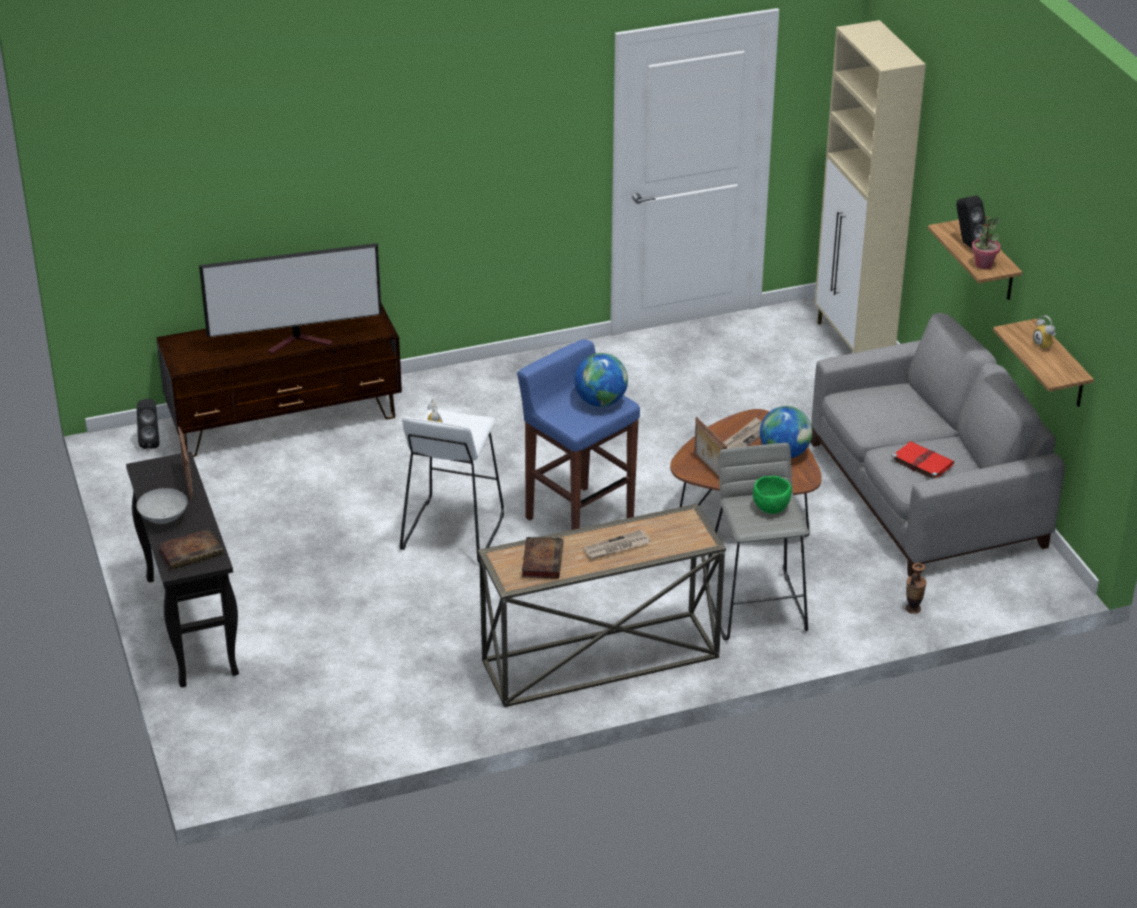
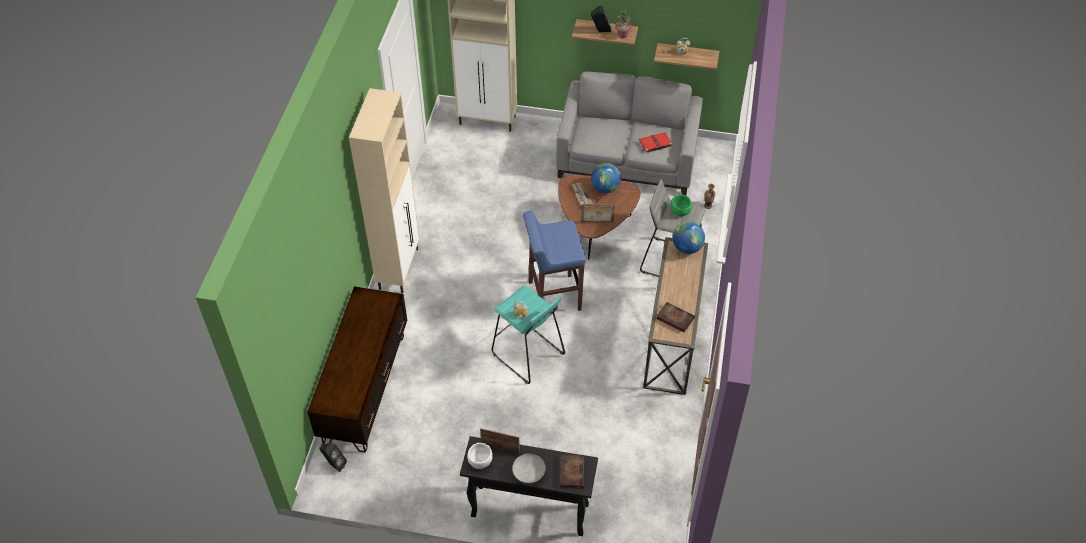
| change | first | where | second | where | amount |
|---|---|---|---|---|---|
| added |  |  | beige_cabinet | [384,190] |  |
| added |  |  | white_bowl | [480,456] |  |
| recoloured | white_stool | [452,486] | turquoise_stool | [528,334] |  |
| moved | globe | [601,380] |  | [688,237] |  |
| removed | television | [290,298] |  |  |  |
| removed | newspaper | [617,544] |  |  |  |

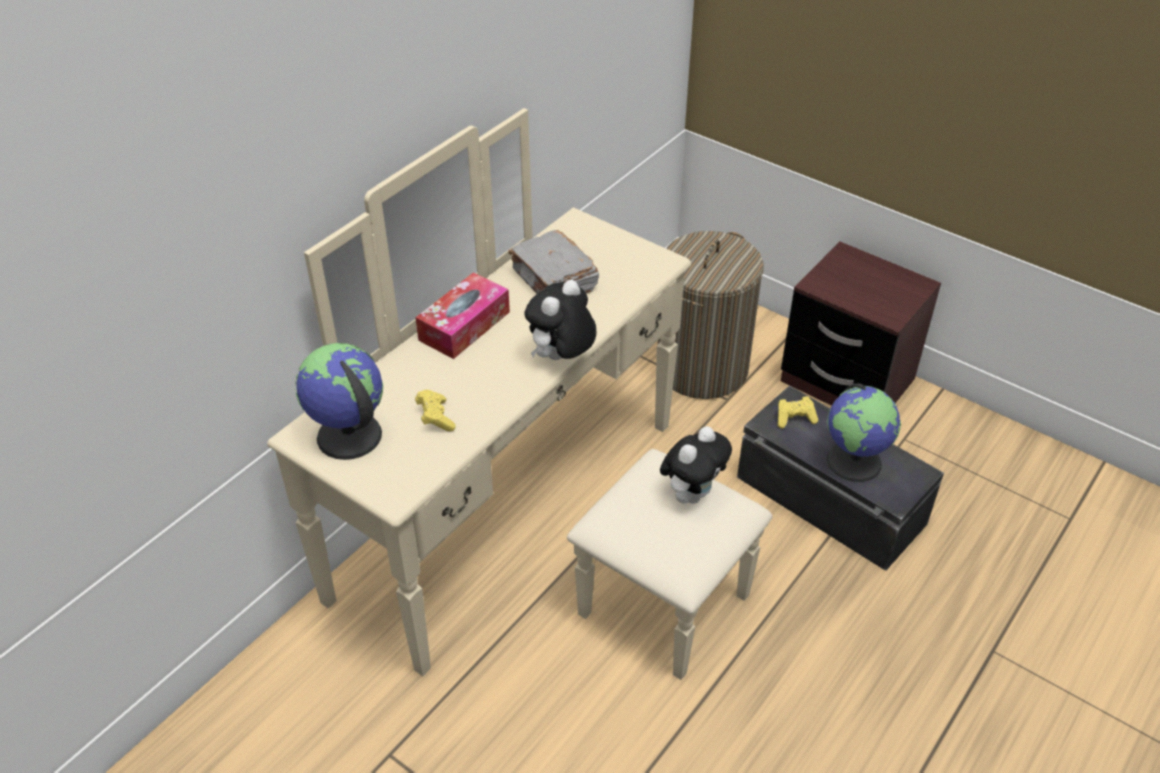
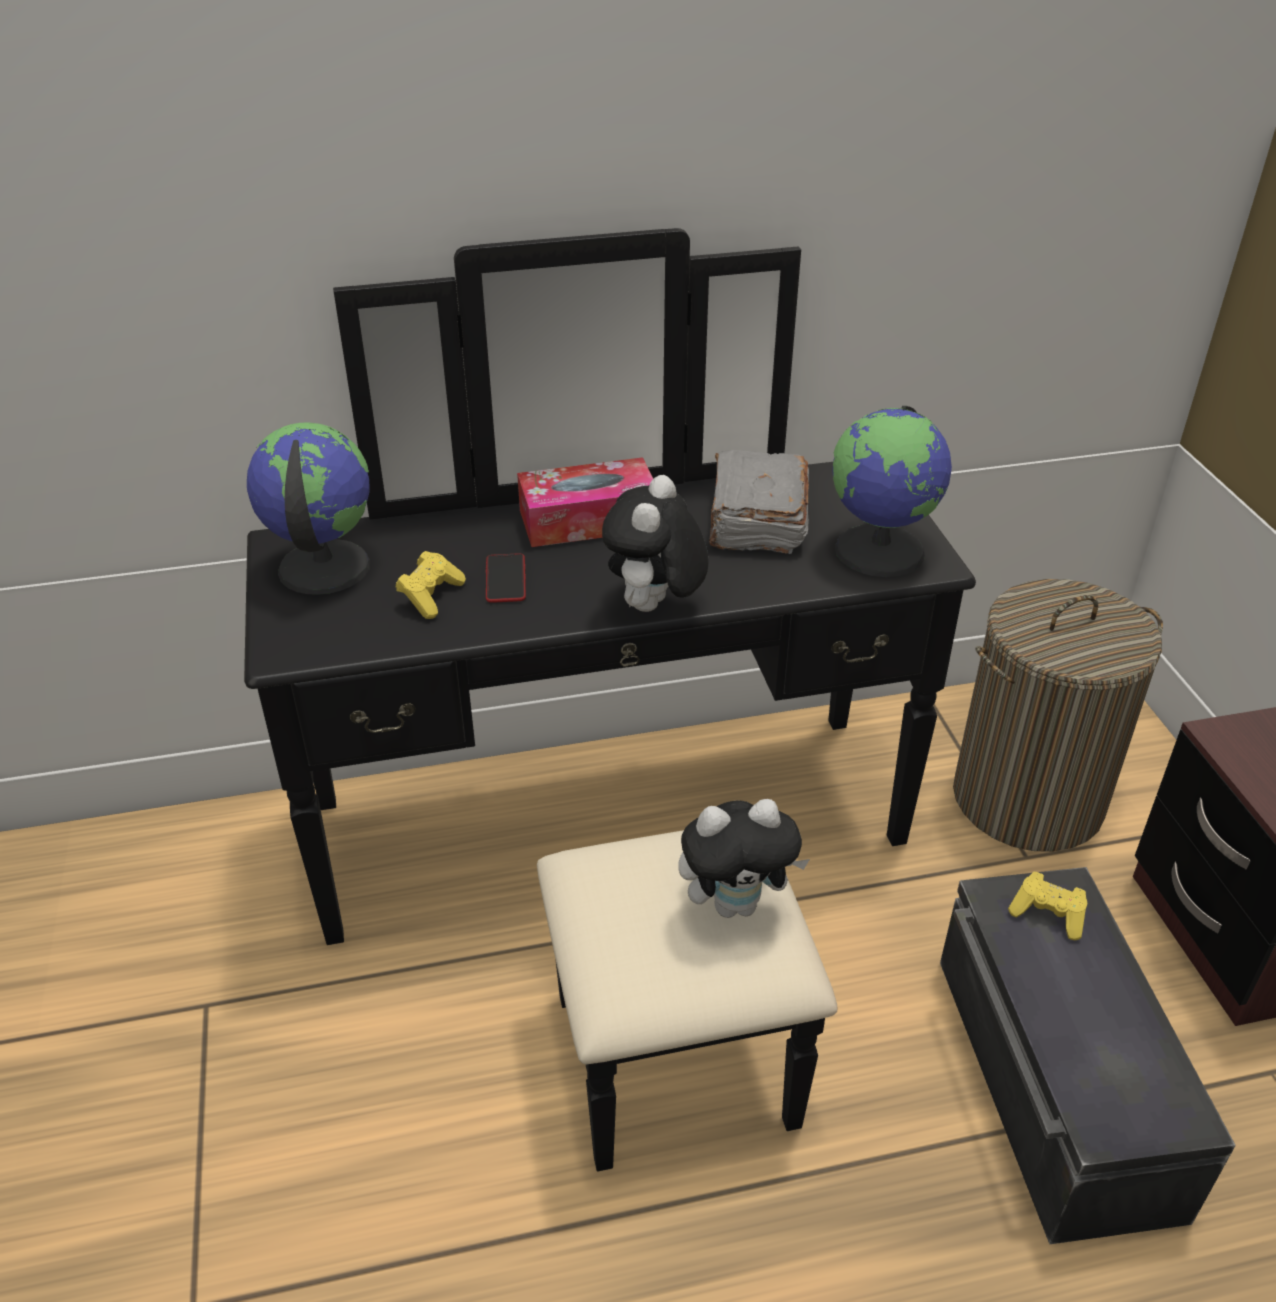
| change | first | where | second | where | amount |
|---|---|---|---|---|---|
| recoloured | beige_dresser | [519,394] | black_dresser | [610,700] |  |
| added |  |  | phone | [506,578] |  |
| turned | plush_toy | [560,320] |  | [655,543] | 60 degrees counterclockwise |
| moved | globe | [864,432] |  | [892,491] |  |

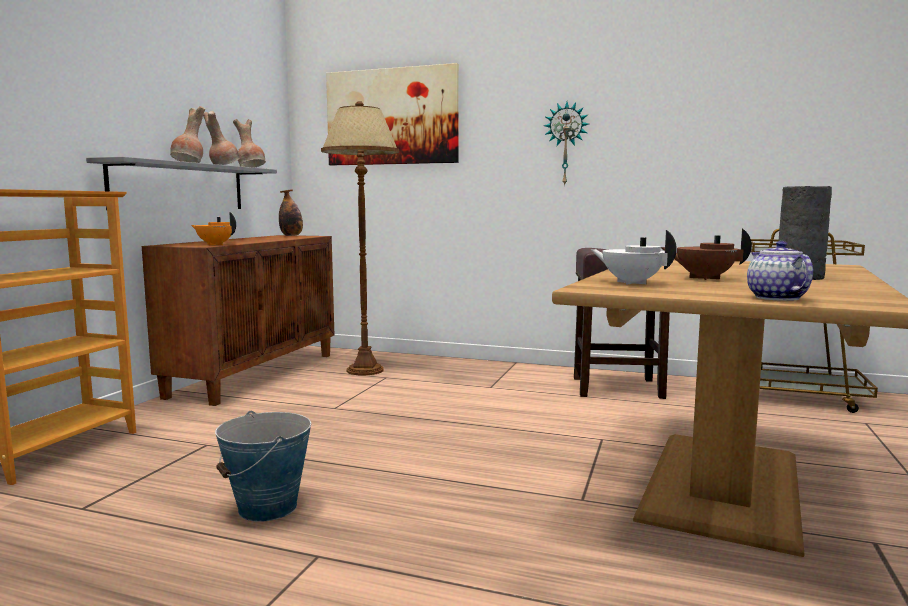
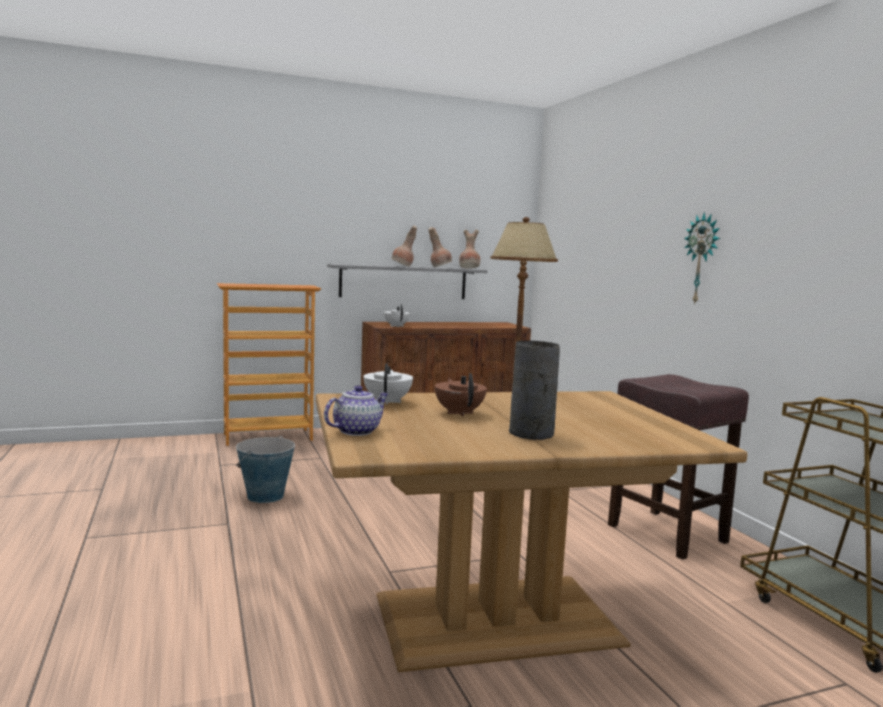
| change | first | where | second | where | amount |
|---|---|---|---|---|---|
| recoloured | orange_teapot | [213,228] | white_teapot | [397,315] |  |
| removed | bottle | [291,213] |  |  |  |
| removed | picture | [392,114] |  |  |  |

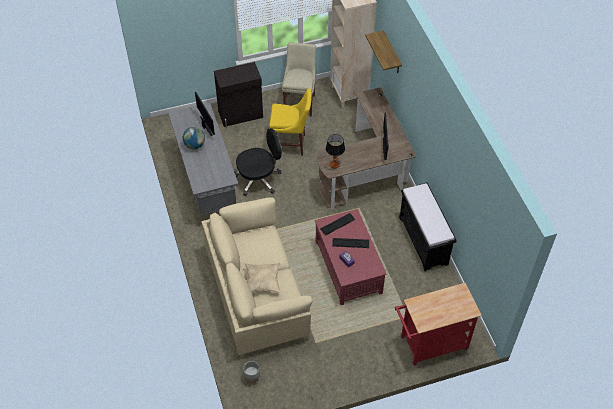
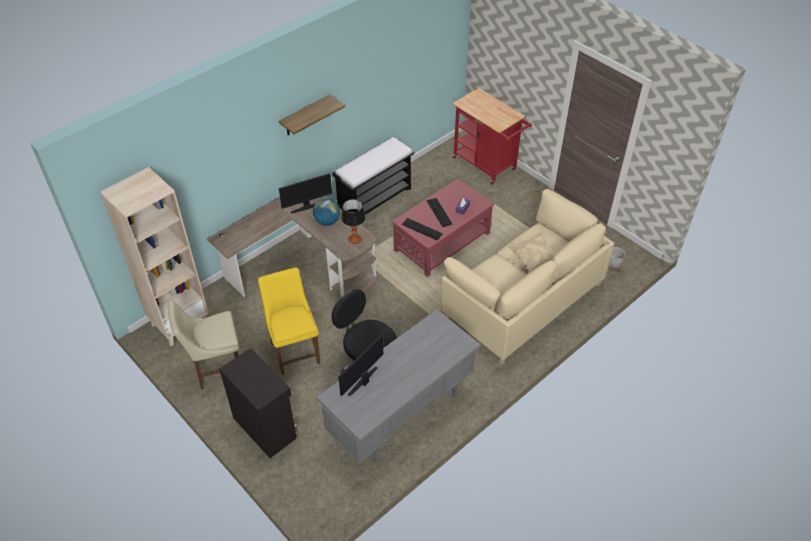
| change | first | where | second | where | amount |
|---|---|---|---|---|---|
| moved | shelf | [383,51] |  | [312,114] |  |
| moved | globe | [194,138] |  | [326,212] |  |

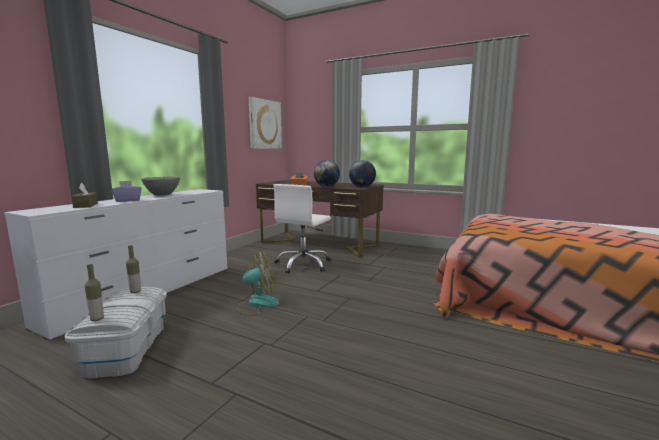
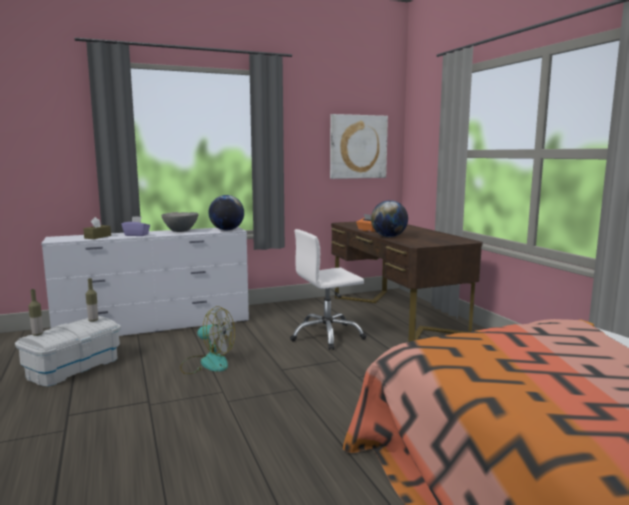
| change | first | where | second | where | amount |
|---|---|---|---|---|---|
| moved | globe | [362,173] |  | [226,212] |  |

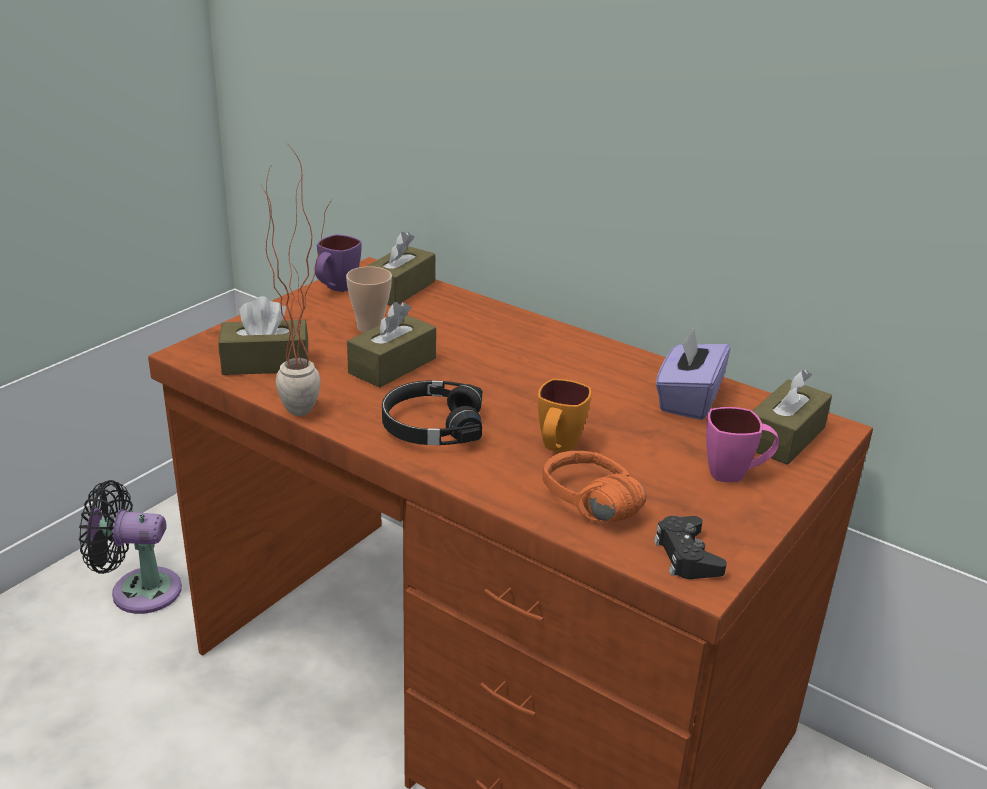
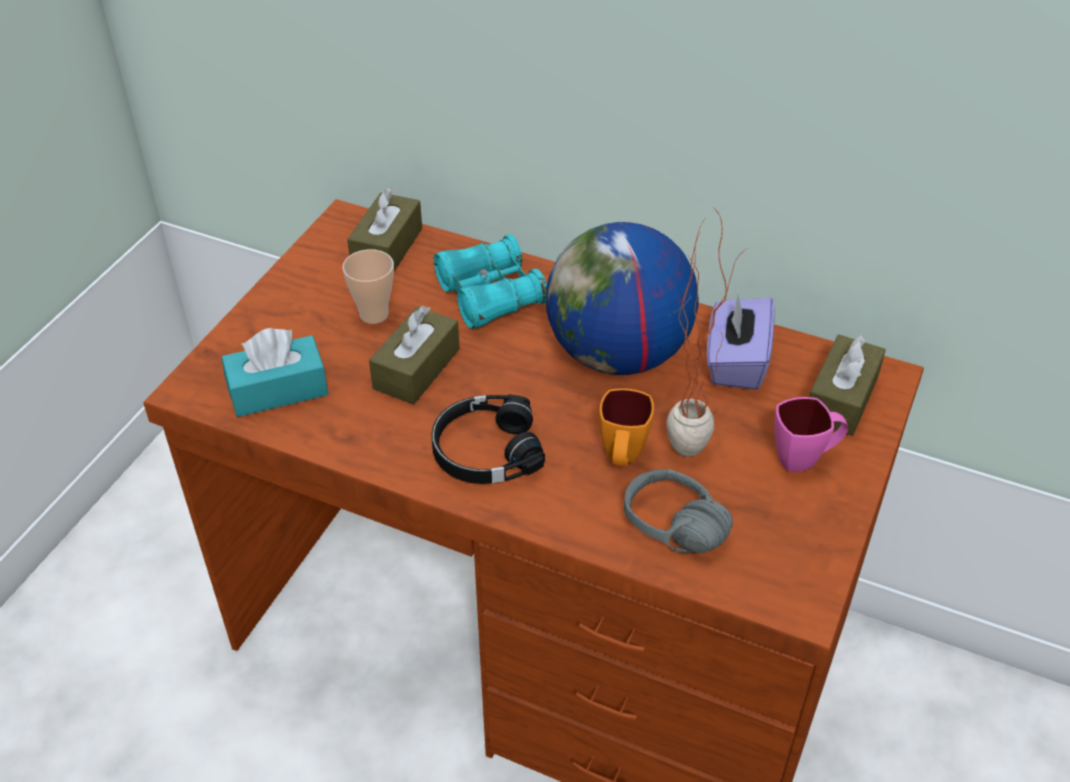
| change | first | where | second | where | amount |
|---|---|---|---|---|---|
| recoloured | brown_tissue_box | [263,335] | turquoise_tissue_box | [274,372] |  |
| added |  |  | turquoise_binoculars | [490,281] |  |
| added |  |  | globe | [622,298] |  |
| recoloured | orange_headphones | [594,486] | grey_headphones | [678,511] |  |
| moved | potted_plant | [296,281] |  | [706,331] |  |
| removed | black_fan | [130,547] |  |  |  |
| removed | purple_mug | [338,263] |  |  |  |
| removed | black_game_controller | [690,547] |  |  |  |

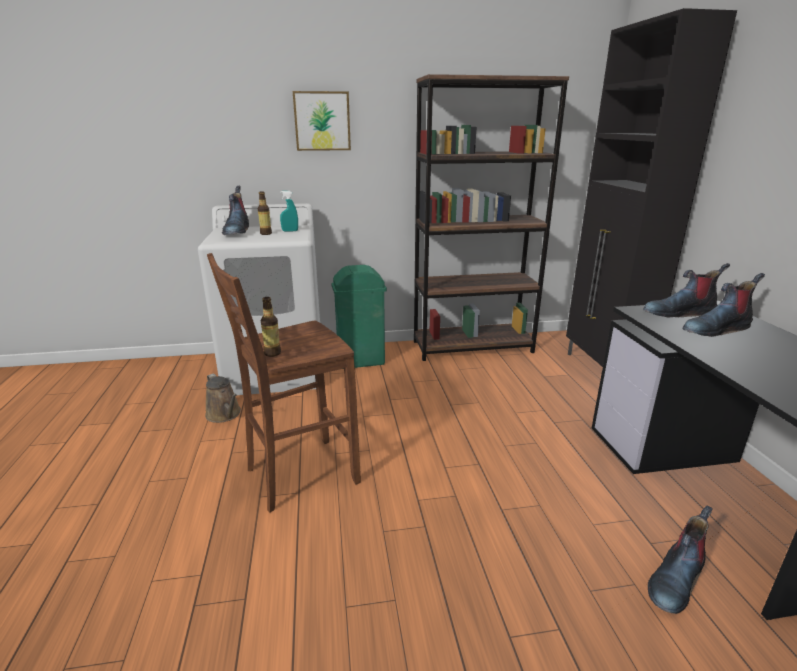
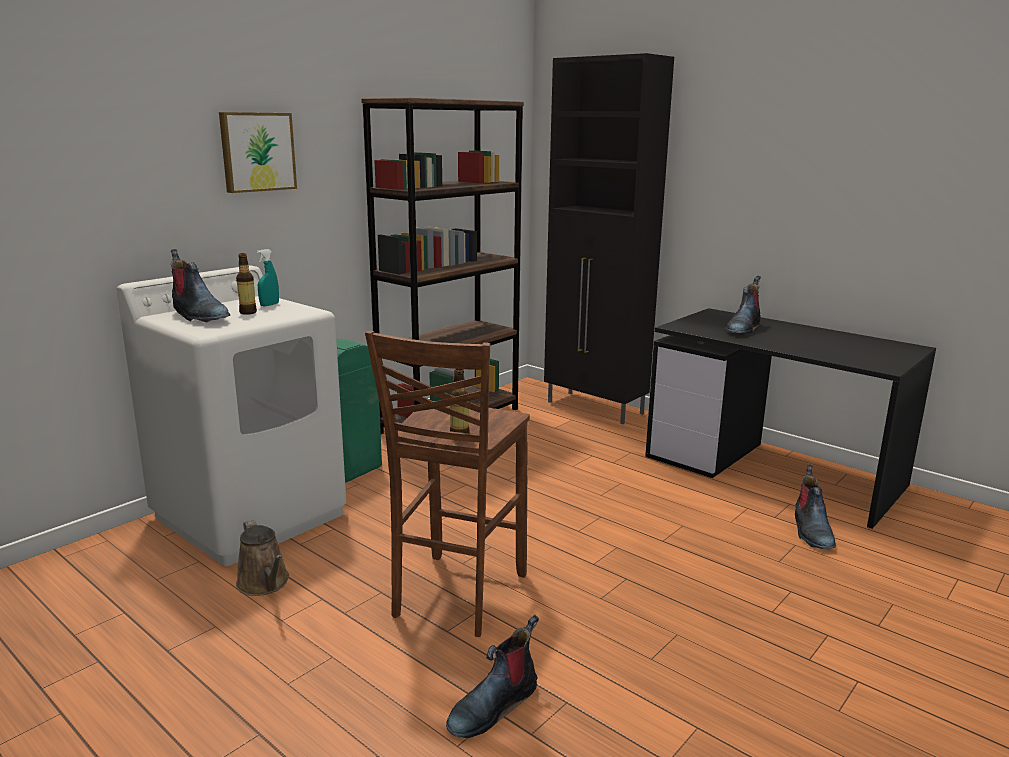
| change | first | where | second | where | amount |
|---|---|---|---|---|---|
| turned | brown_watering_can | [223,398] |  | [262,558] | 45 degrees clockwise |
| moved | boot | [686,290] |  | [492,676] |  |

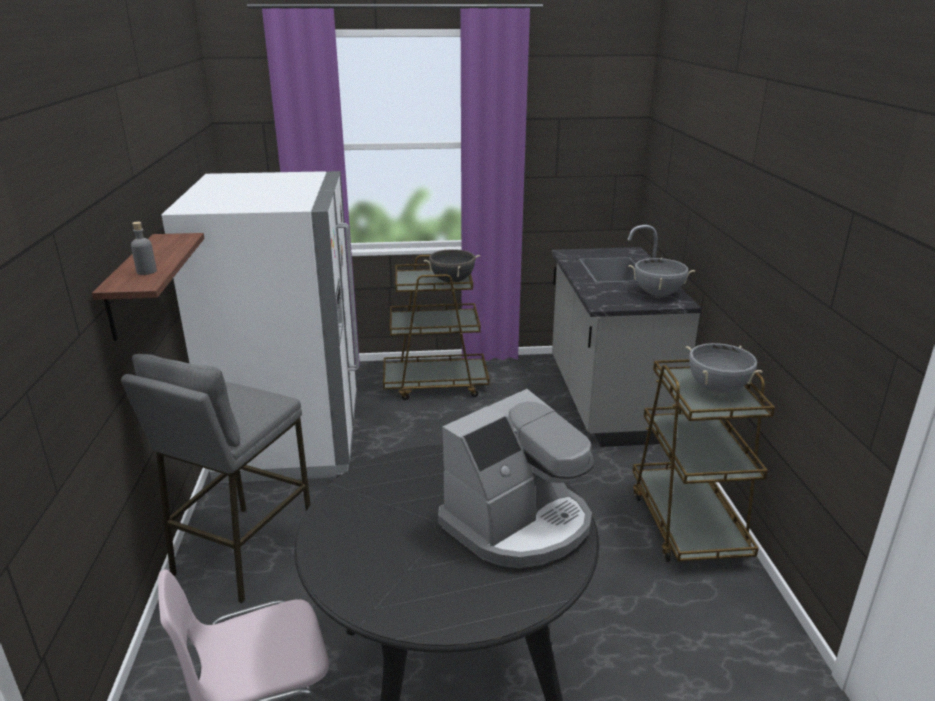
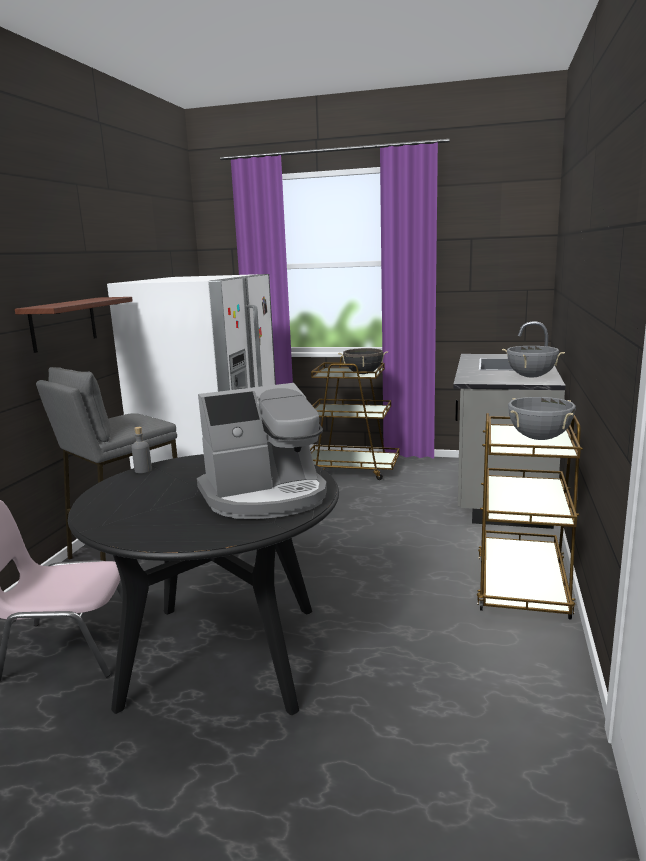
| change | first | where | second | where | amount |
|---|---|---|---|---|---|
| moved | grey_bottle | [144,248] |  | [142,450] |  |

